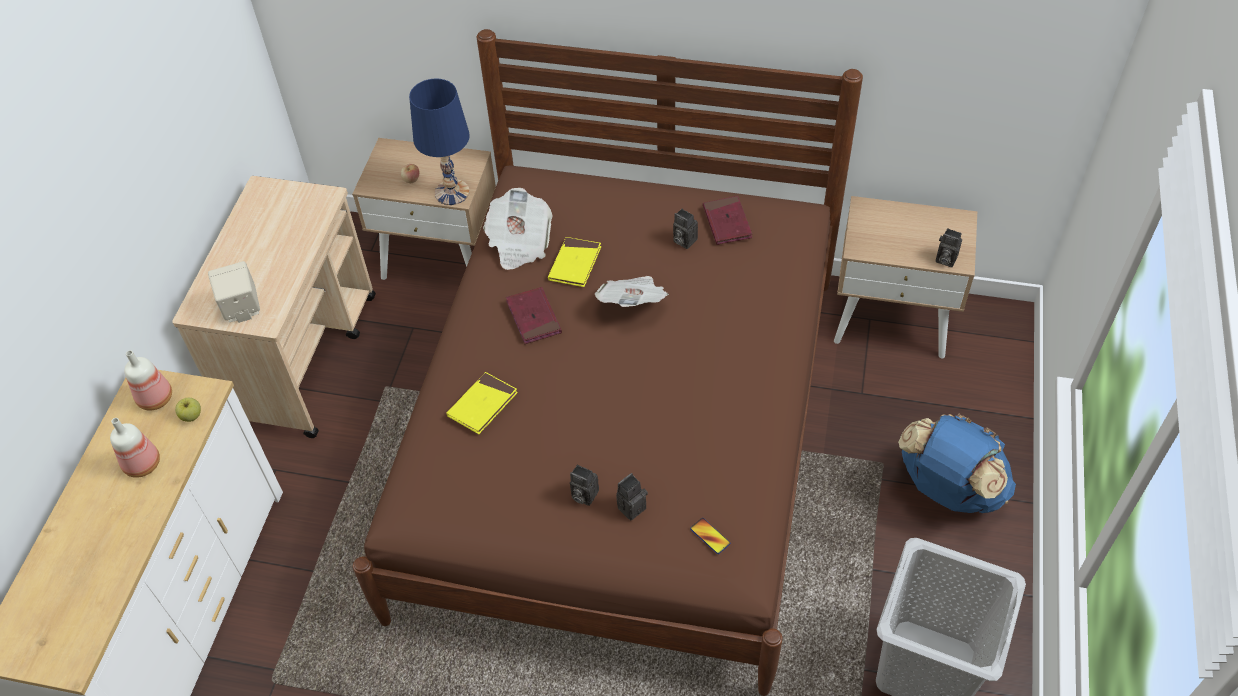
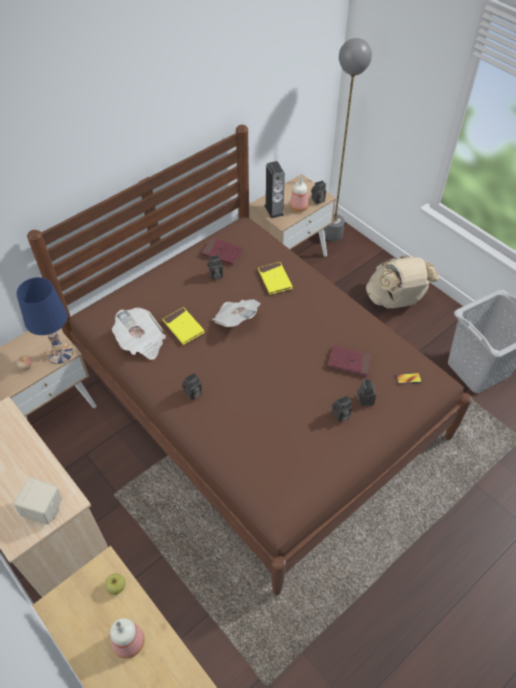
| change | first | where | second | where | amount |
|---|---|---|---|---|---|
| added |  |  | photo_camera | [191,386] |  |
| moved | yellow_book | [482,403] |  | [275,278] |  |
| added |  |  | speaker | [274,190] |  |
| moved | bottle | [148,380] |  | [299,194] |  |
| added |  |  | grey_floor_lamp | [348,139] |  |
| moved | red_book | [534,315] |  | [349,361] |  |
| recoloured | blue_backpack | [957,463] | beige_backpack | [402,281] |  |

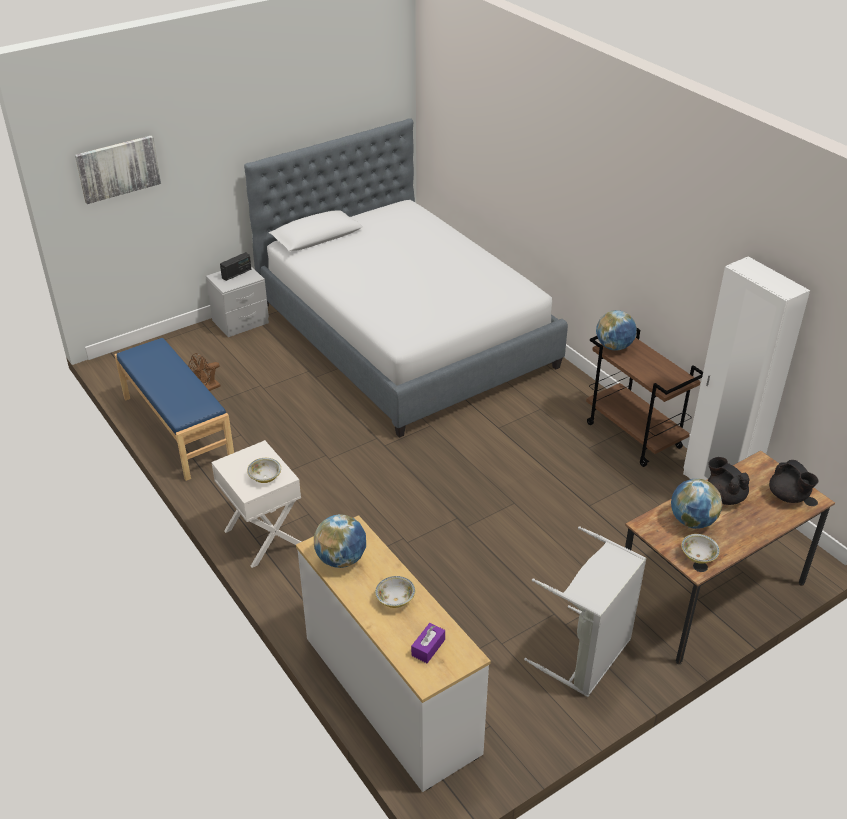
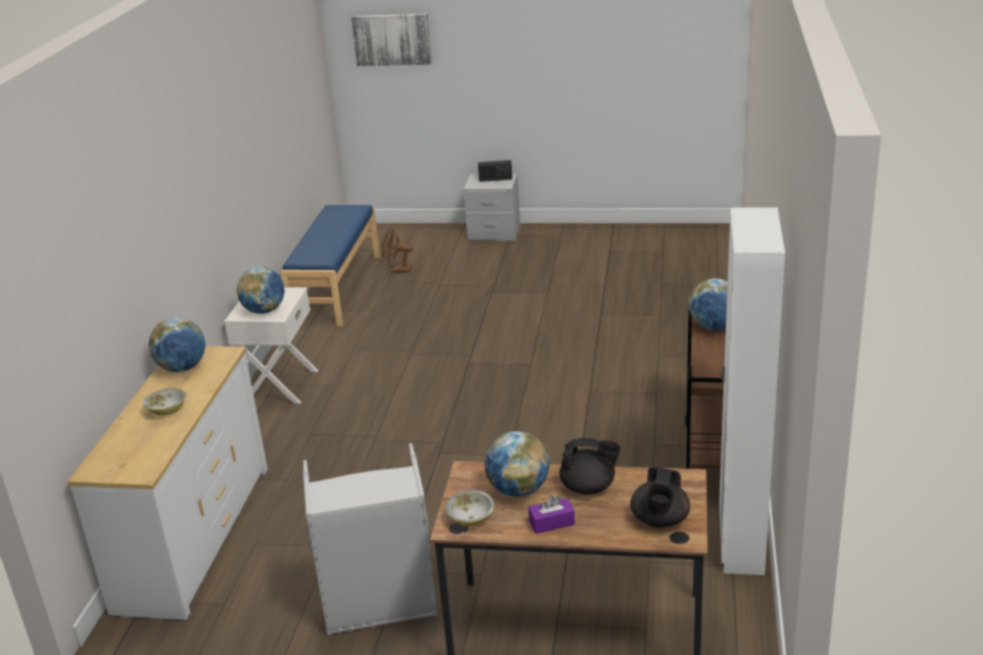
| change | first | where | second | where | amount |
|---|---|---|---|---|---|
| replaced | bowl | [264,470] | globe | [260,290] |  |
| moved | purple_tissue_box | [428,643] |  | [551,514] |  |
| turned | black_teapot | [728,481] |  | [590,466] | 90 degrees clockwise |
| removed | bed | [406,278] |  |  |  |

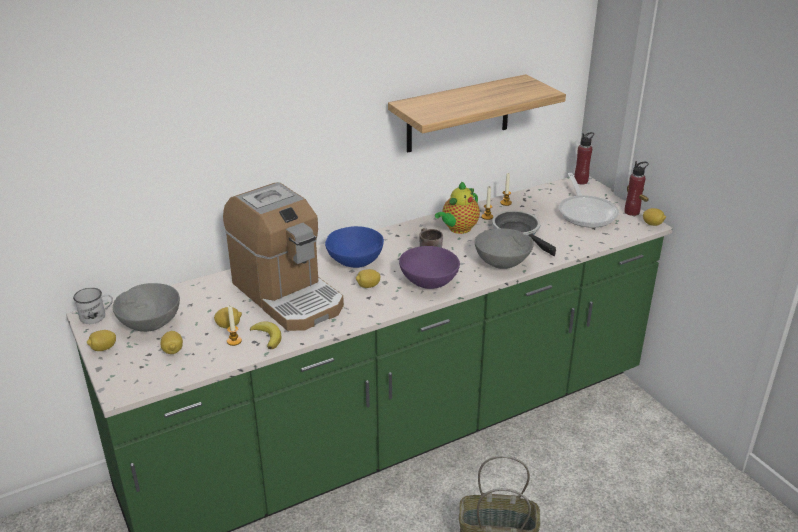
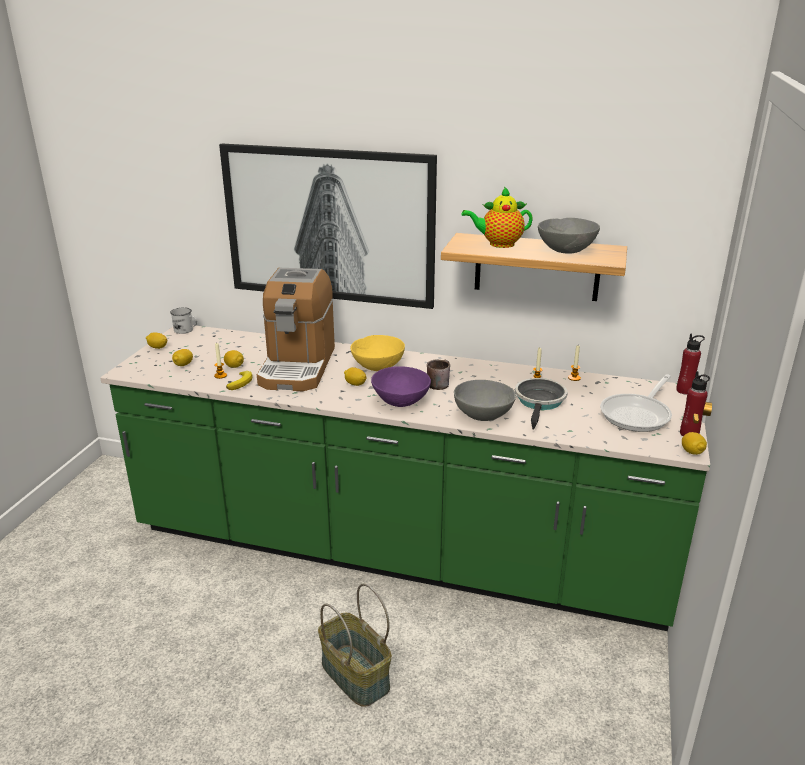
| change | first | where | second | where | amount |
|---|---|---|---|---|---|
| added |  |  | picture | [328,226] |  |
| recoloured | blue_bowl | [354,247] | yellow_bowl | [378,353] |  |
| moved | teapot | [457,207] |  | [497,217] |  |
| moved | grey_bowl | [146,307] |  | [569,236] |  |

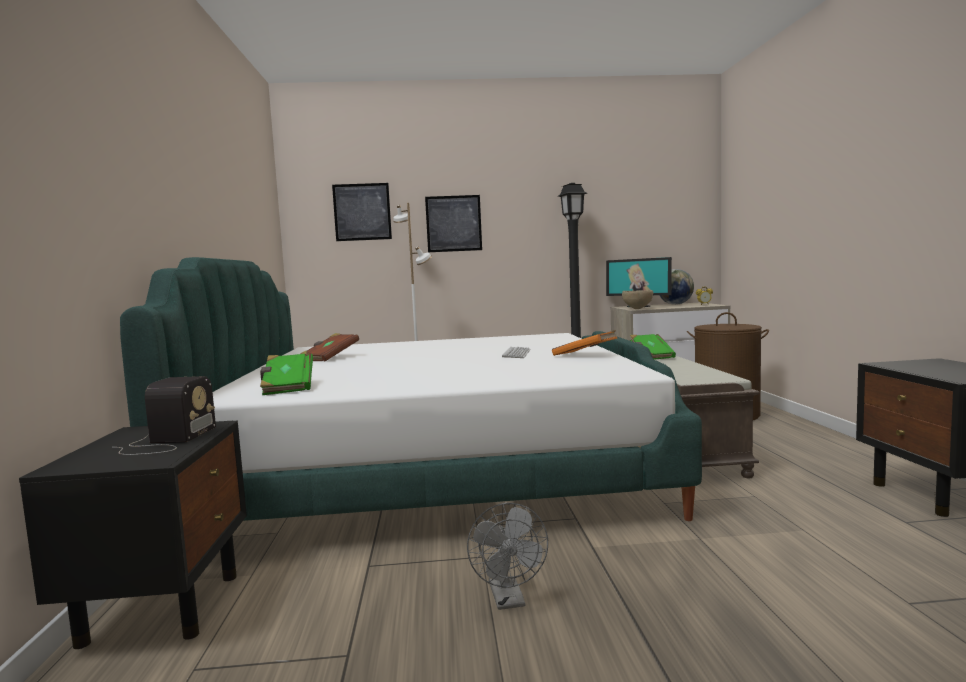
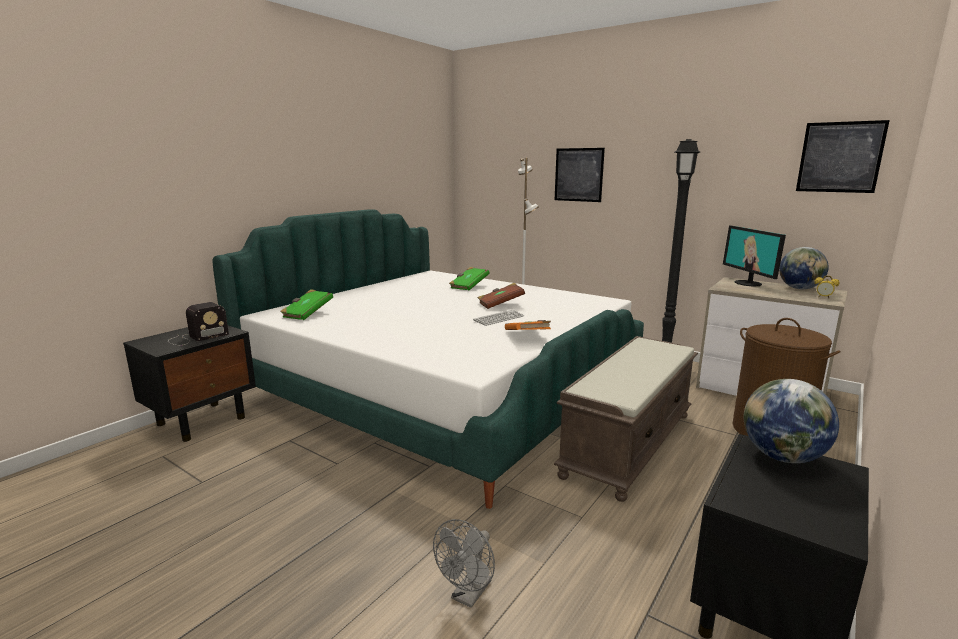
| change | first | where | second | where | amount |
|---|---|---|---|---|---|
| moved | grey_fan | [507,556] |  | [464,563] |  |
| moved | green_book | [653,347] |  | [469,278] |  |
| moved | brown_book | [329,347] |  | [501,296] |  |
| added |  |  | globe | [791,421] |  |
| moved | picture | [362,212] |  | [843,156] |  |
| removed | brown_bowl | [637,299] |  |  |  |

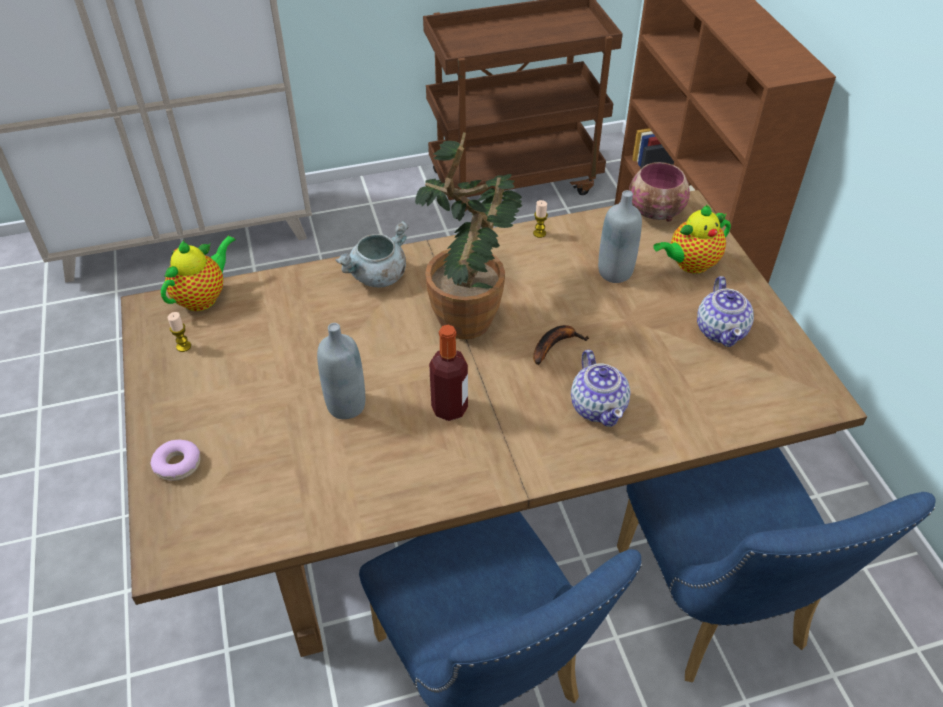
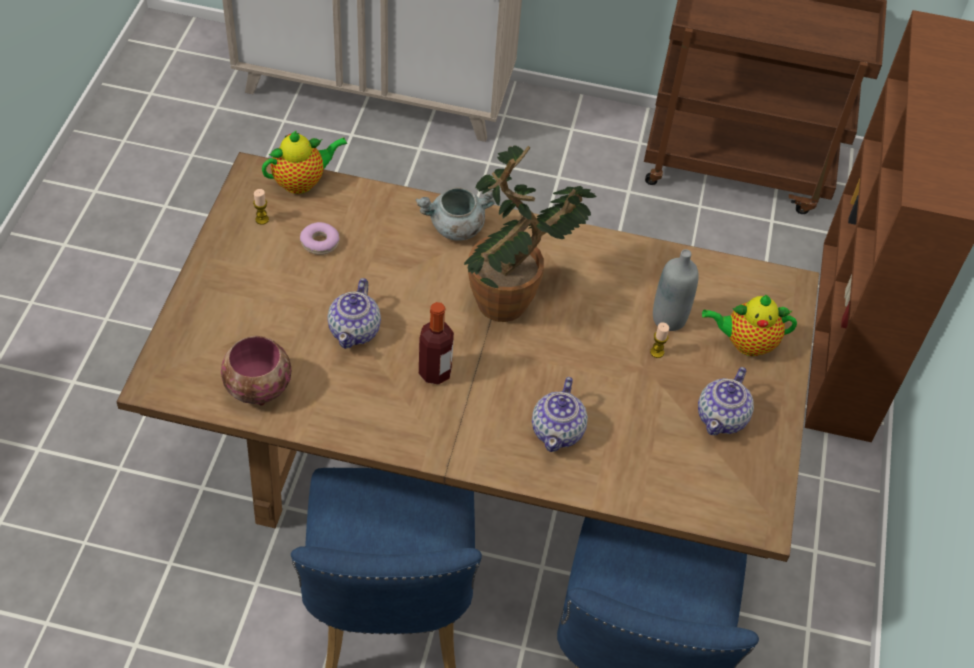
| change | first | where | second | where | amount |
|---|---|---|---|---|---|
| moved | bowl | [659,192] |  | [256,370] |  |
| moved | donut | [175,460] |  | [319,238] |  |
| replaced | grey_bottle | [341,371] | teapot | [354,313] |  |
| moved | candle | [540,219] |  | [659,340] |  |
| removed | banana | [561,345] |  |  |  |

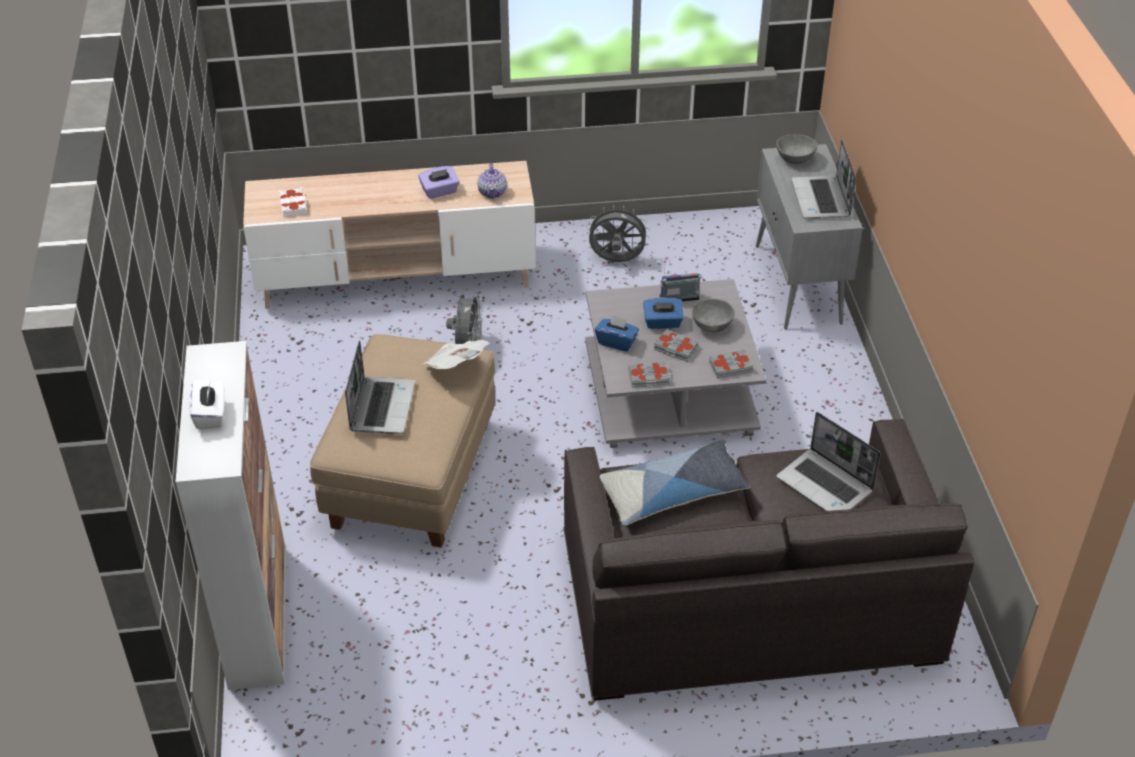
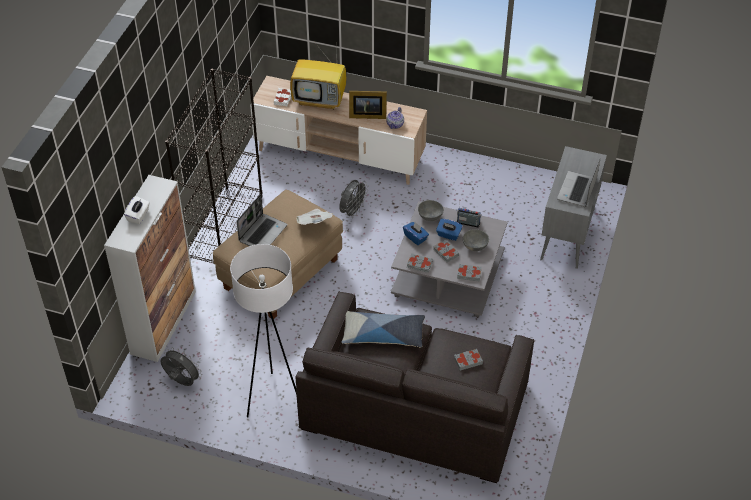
| change | first | where | second | where | amount |
|---|---|---|---|---|---|
| moved | grey_fan | [618,234] |  | [181,366] |  |
| added |  |  | black_bookcase | [213,166] |  |
| added |  |  | white_floor_lamp | [263,331] |  |
| added |  |  | television | [318,77] |  |
| replaced | purple_tissue_box | [439,182] | picture_frame | [368,105] |  |
| moved | grey_bowl | [797,149] |  | [431,210] |  |
| replaced | laptop | [828,461] | grey_book | [468,360] |  |

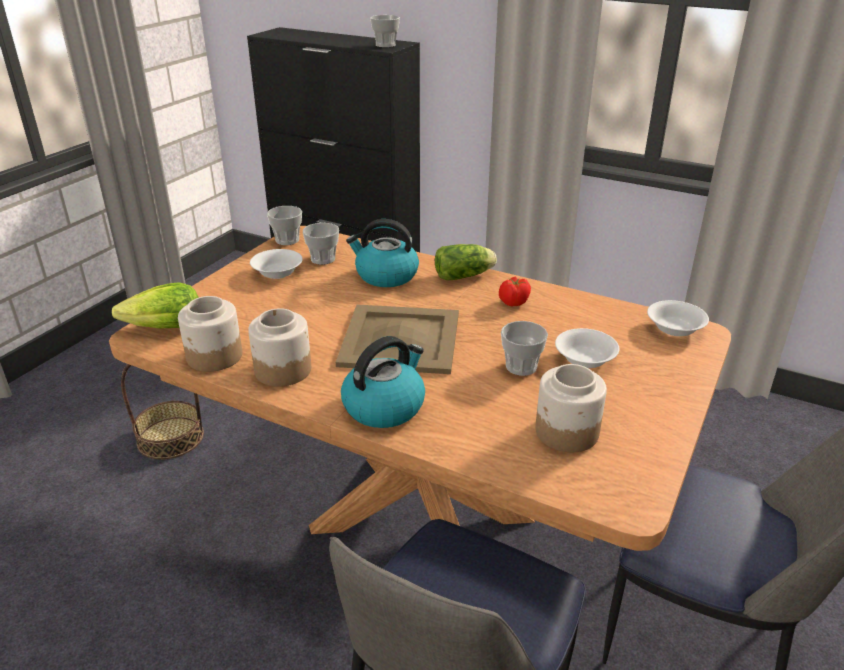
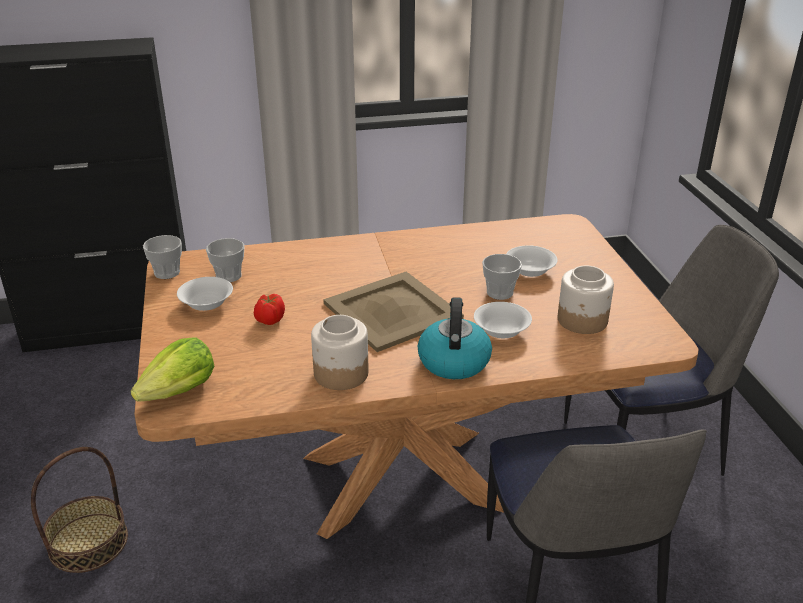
| change | first | where | second | where | amount |
|---|---|---|---|---|---|
| moved | tomato | [515,291] |  | [269,309] |  |
| moved | white_bowl | [678,318] |  | [503,320] |  |
| removed | jar | [210,334] |  |  |  |
| removed | kettle | [382,253] |  |  |  |
| removed | cup | [385,31] |  |  |  |
| removed | lettuce | [466,262] |  |  |  |

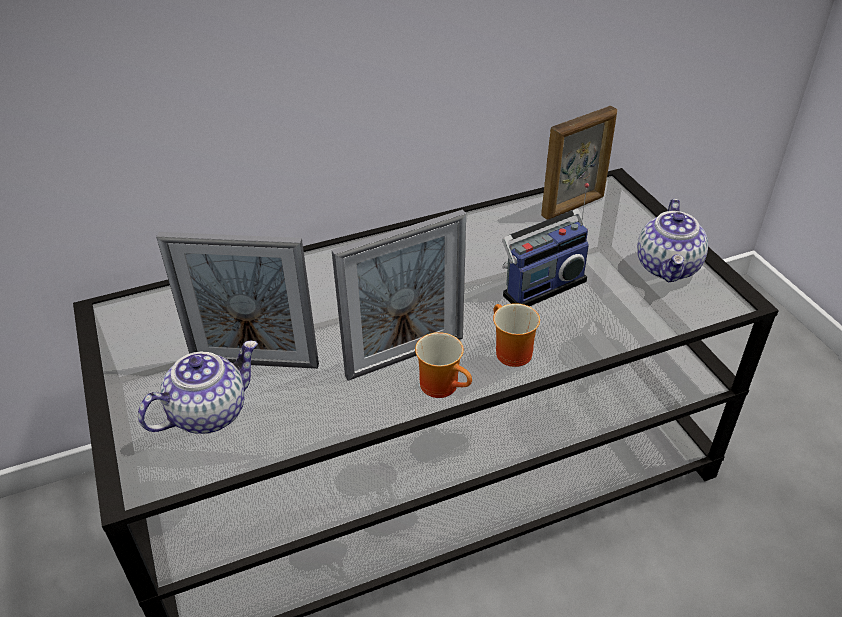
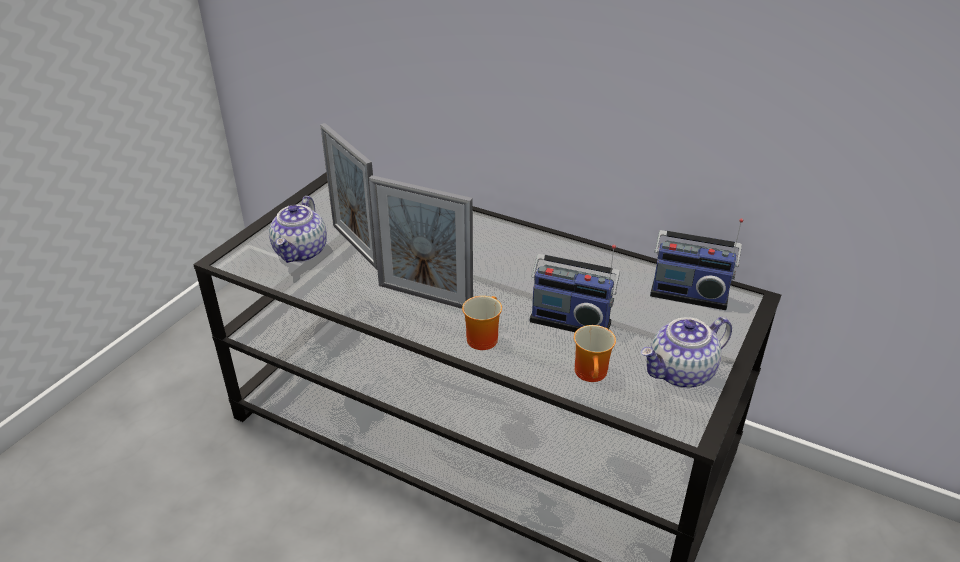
| change | first | where | second | where | amount |
|---|---|---|---|---|---|
| turned | teapot | [198,387] |  | [298,229] | 90 degrees clockwise |
| moved | mug | [443,365] |  | [595,353] |  |
| replaced | picture_frame | [579,163] | radio | [696,264] |  |

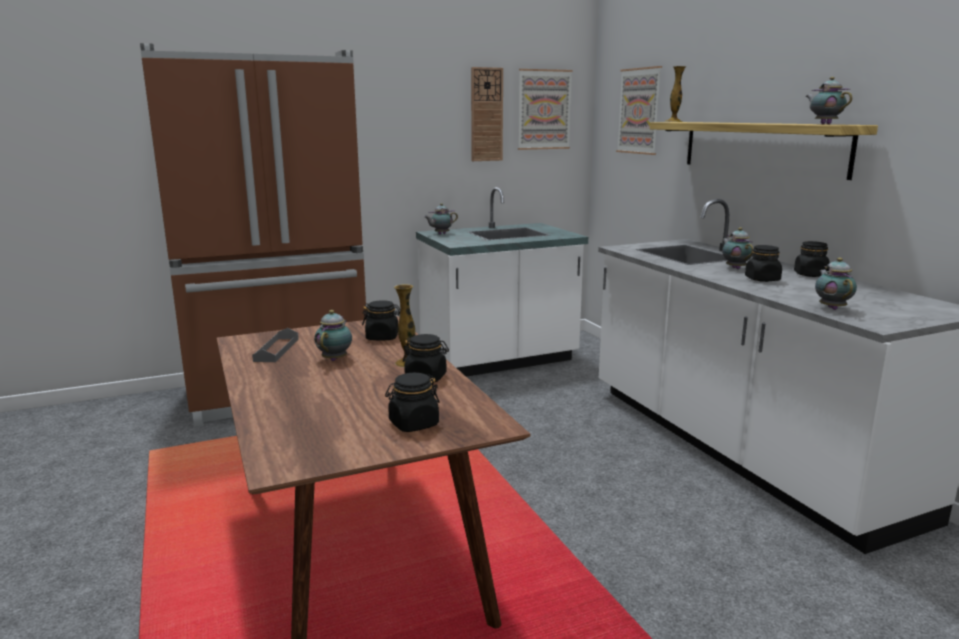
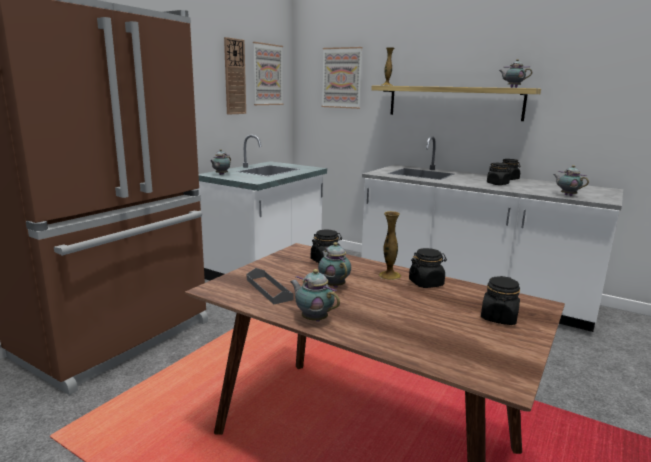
| change | first | where | second | where | amount |
|---|---|---|---|---|---|
| moved | teapot | [737,248] |  | [315,295] |  |

